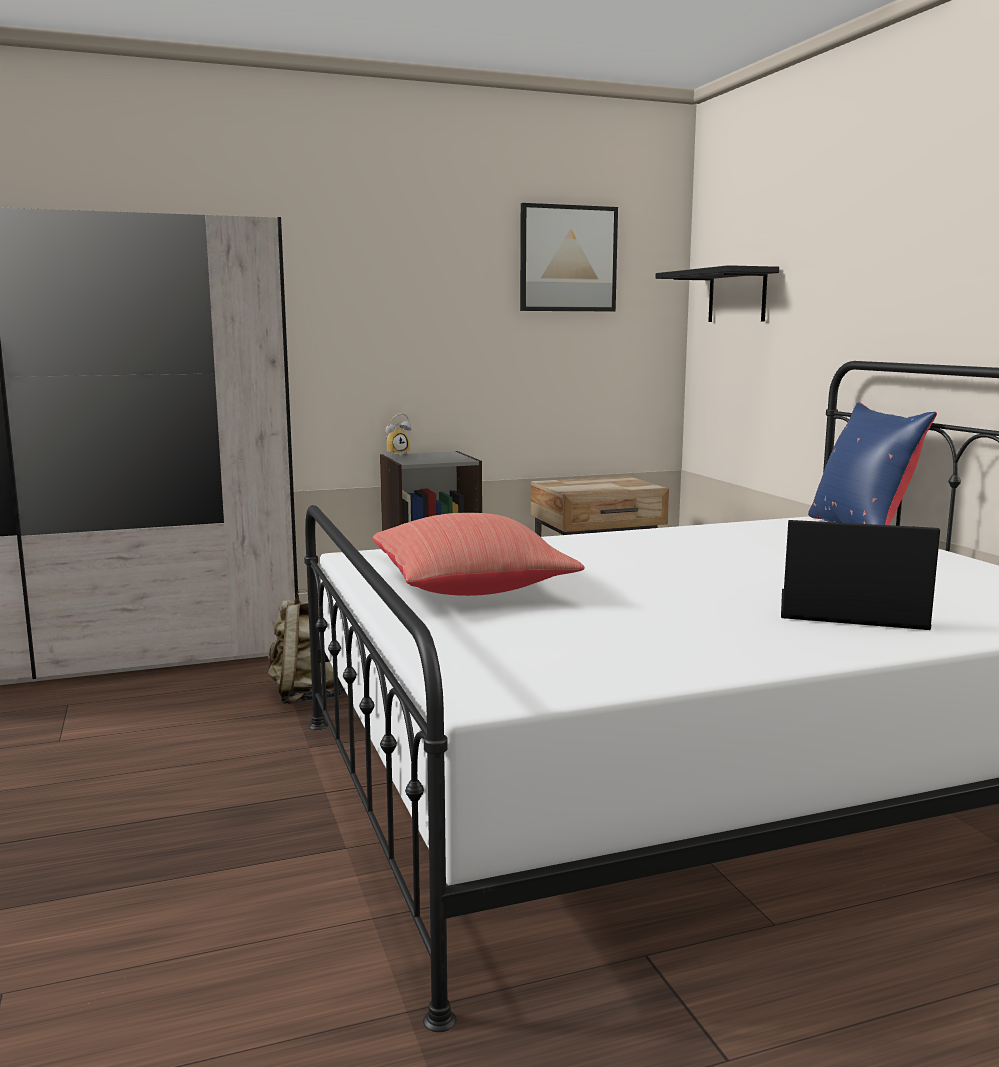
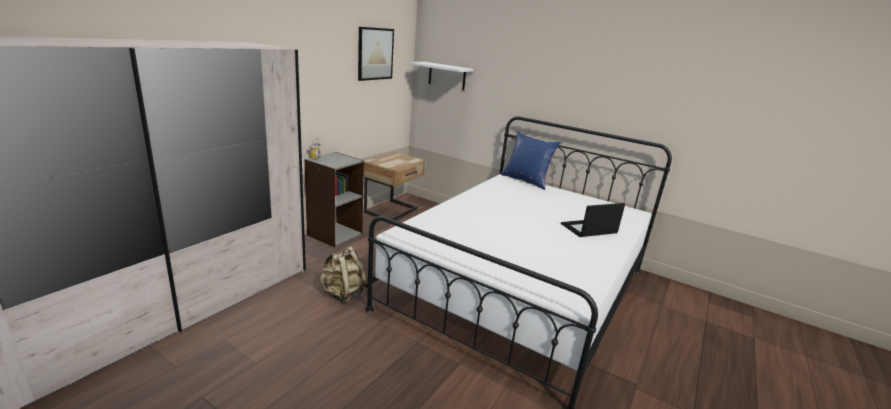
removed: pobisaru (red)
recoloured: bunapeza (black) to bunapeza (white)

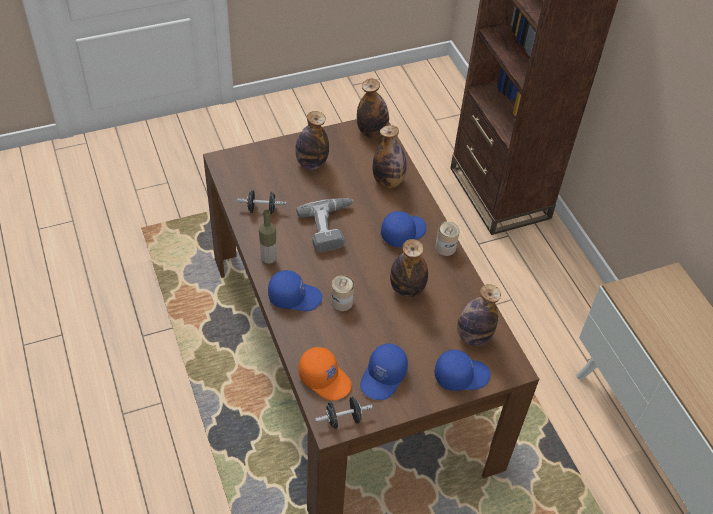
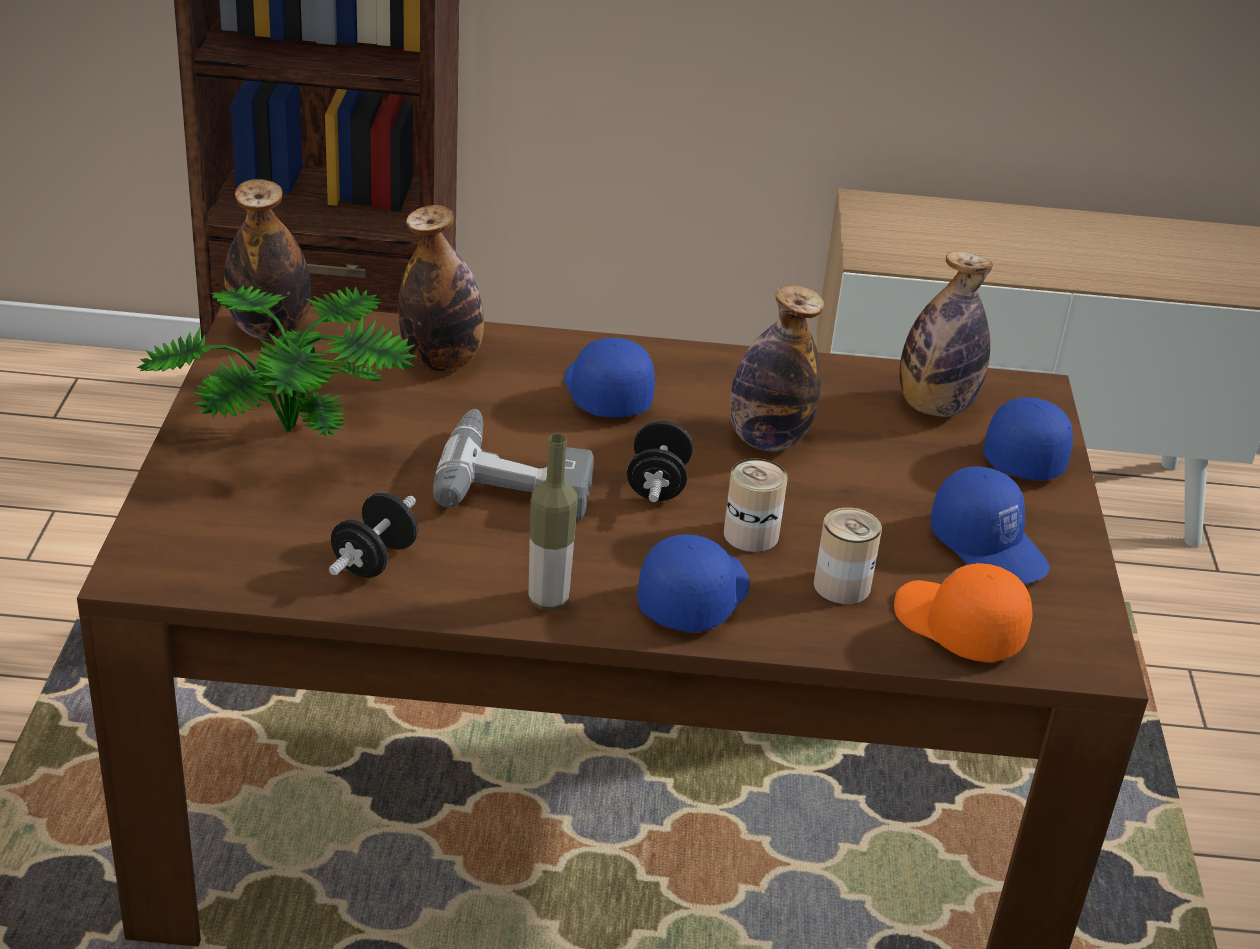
moved: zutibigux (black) (2nd from left); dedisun (2nd from left)
replaced: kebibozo (2nd from left) to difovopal
turned: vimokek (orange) 105 degrees counterclockwise

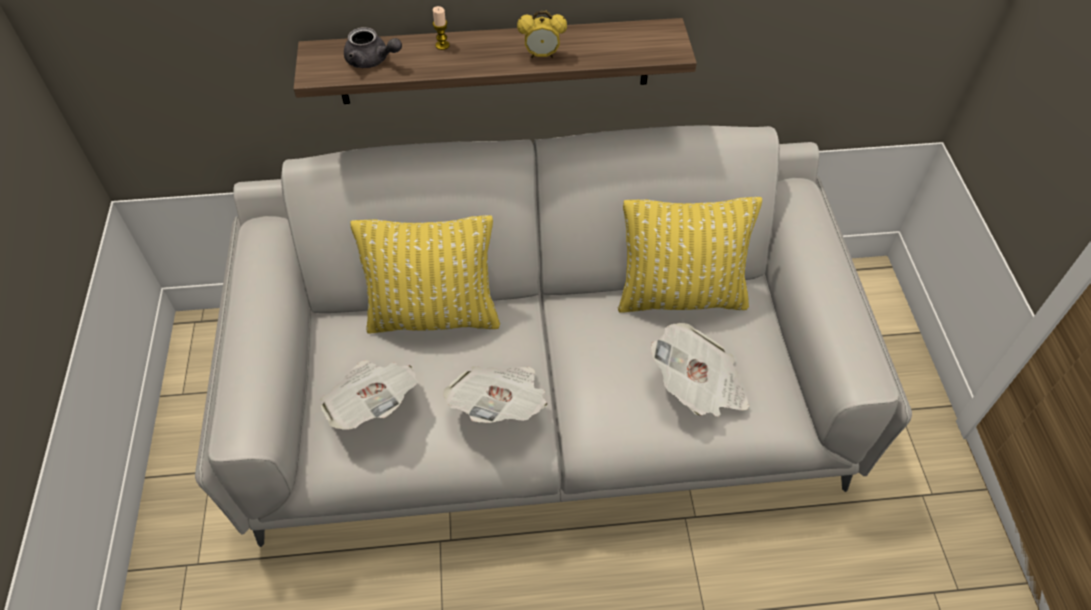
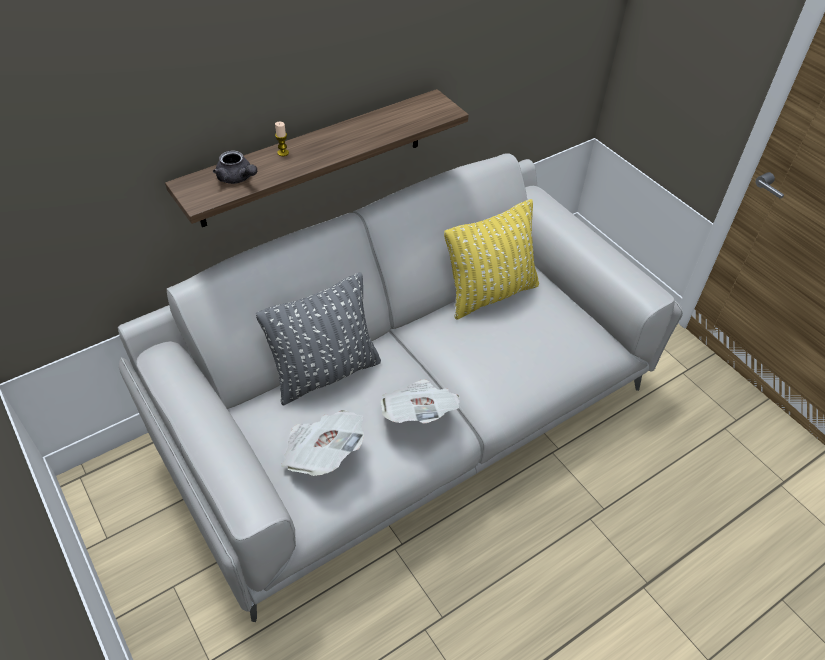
removed: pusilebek; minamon (3rd from left)
recoloured: pobisaru (yellow) (1st from left) to pobisaru (grey)
turned: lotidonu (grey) 45 degrees clockwise

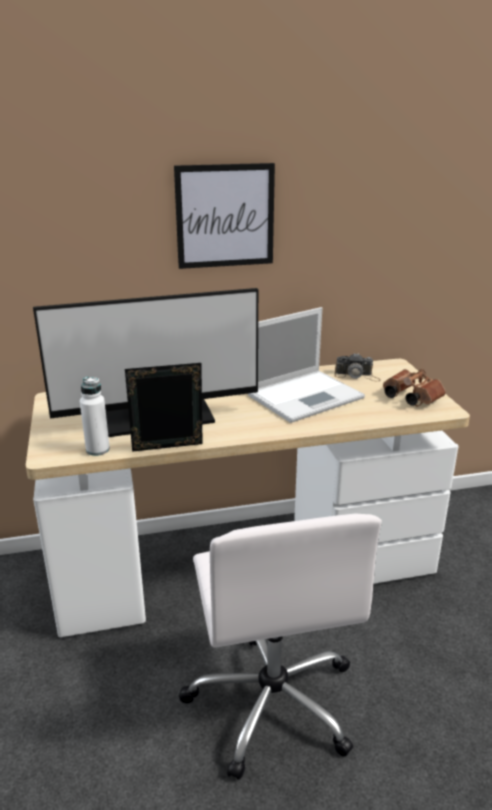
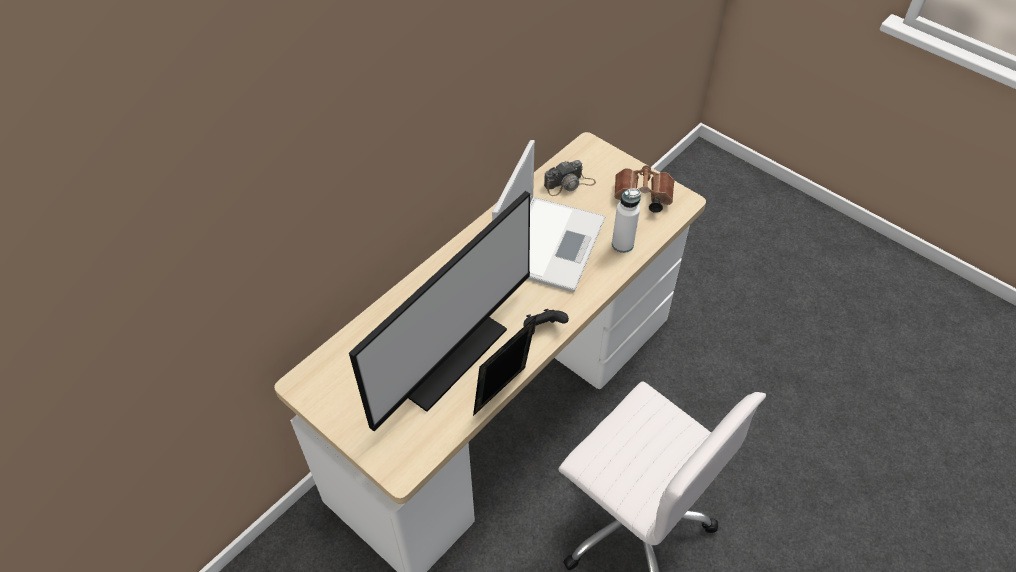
removed: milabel
added: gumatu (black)
moved: kebibozo (white)

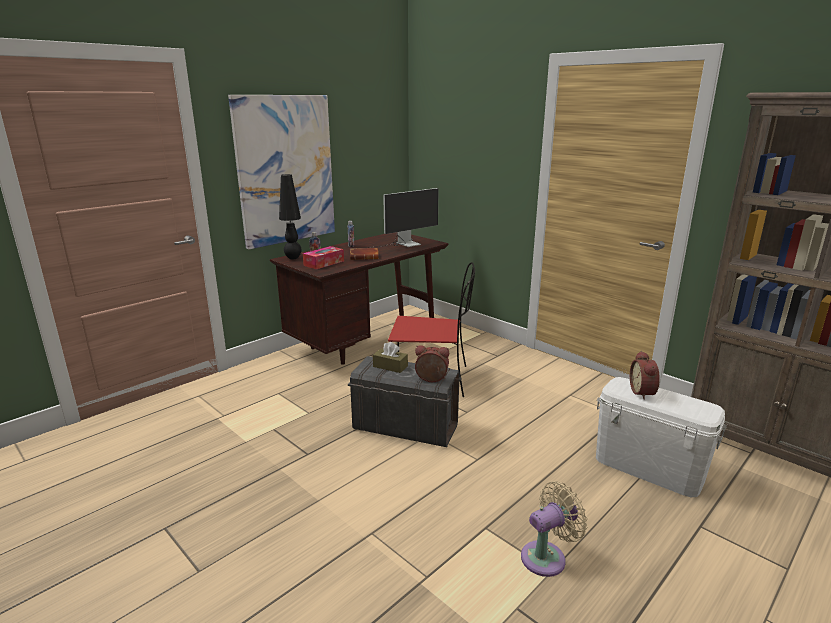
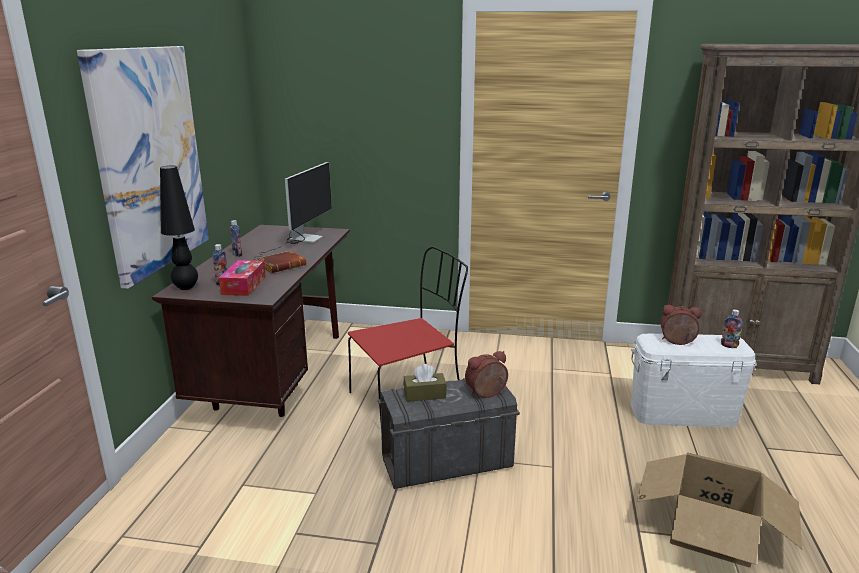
added: kebibozo (3rd from left)
replaced: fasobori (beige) to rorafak
turned: pusilebek (2nd from left) 135 degrees clockwise

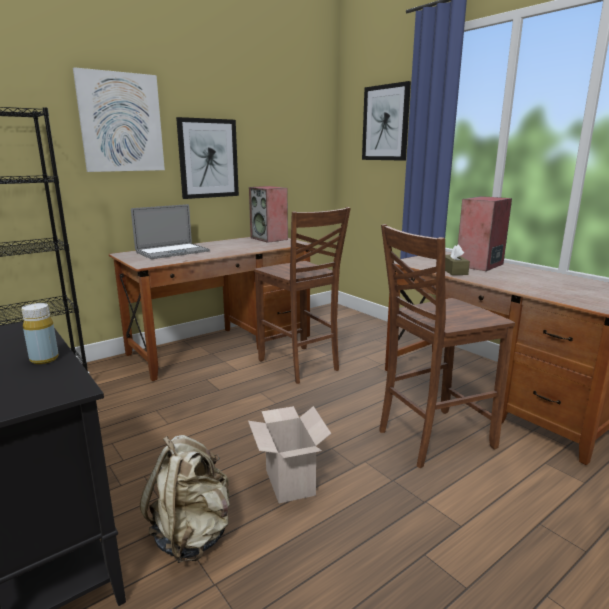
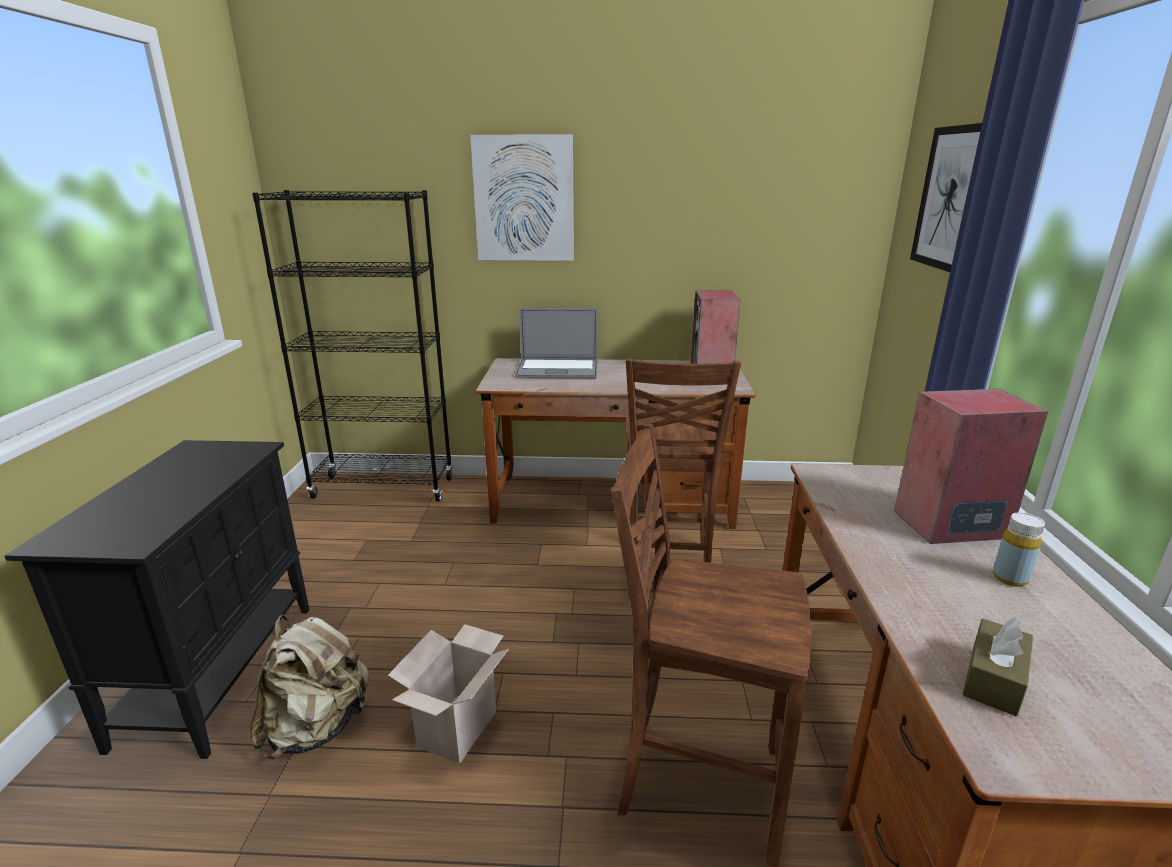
removed: milabel (2nd from left)
moved: kebibozo (yellow); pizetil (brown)

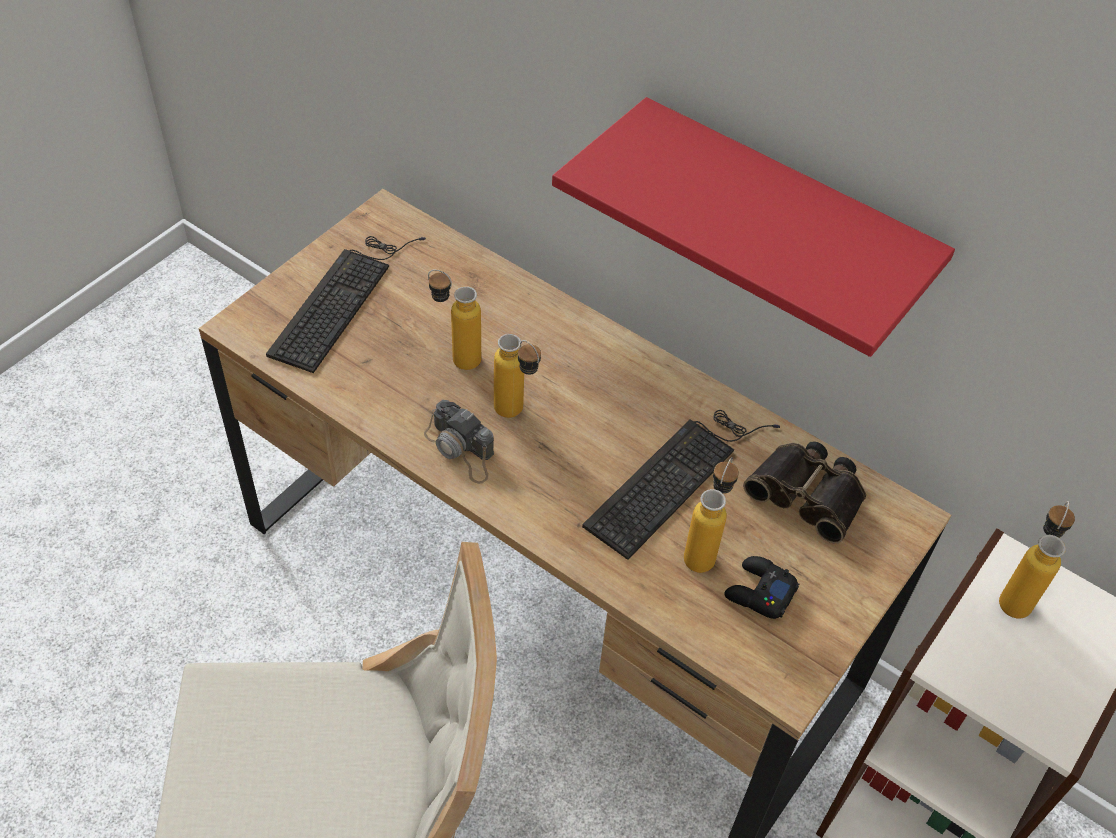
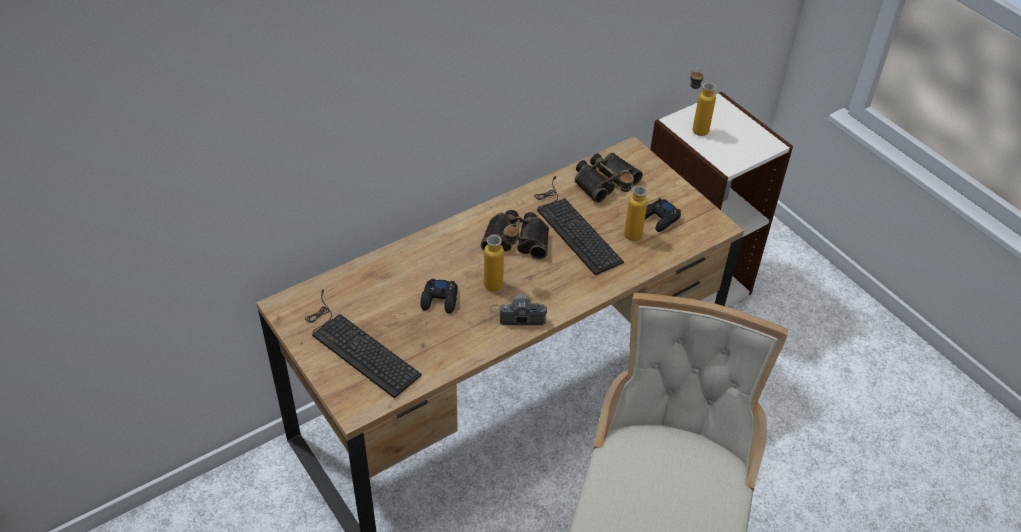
removed: bunapeza (red)
added: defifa (1st from left)
replaced: kebibozo (1st from left) to gumatu (black) (1st from left)
turned: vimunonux 150 degrees counterclockwise

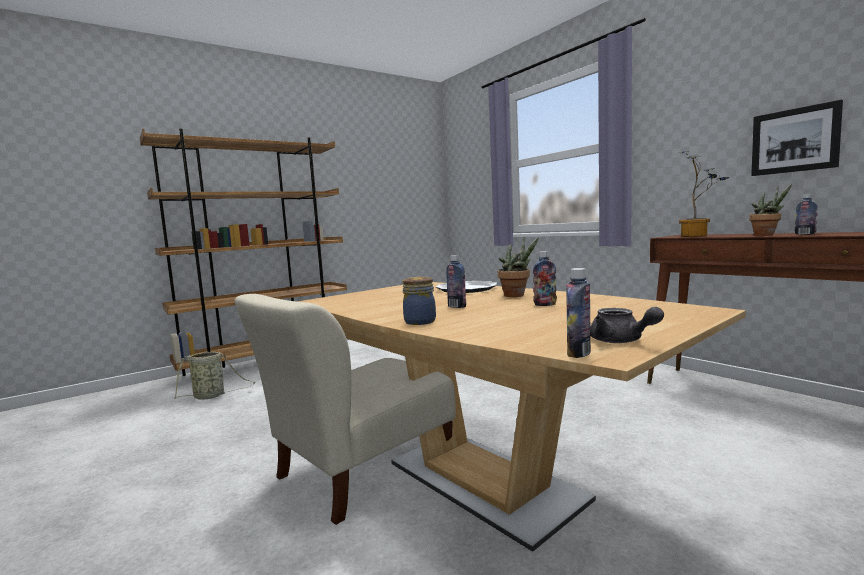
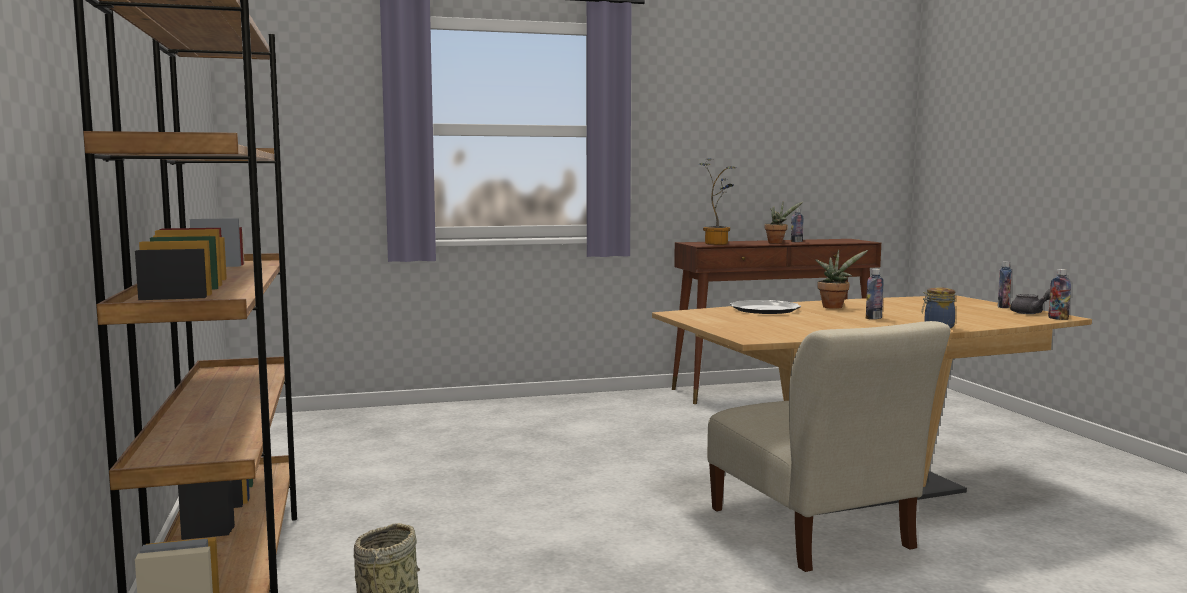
removed: milabel
moved: kebibozo (2nd from left in the first image) to kebibozo (3rd from left)

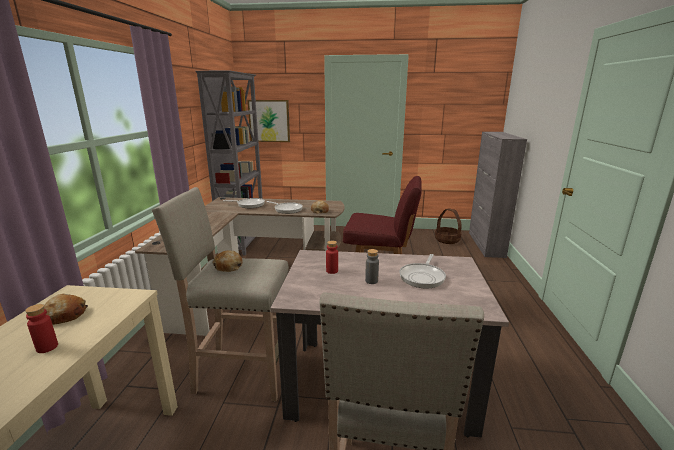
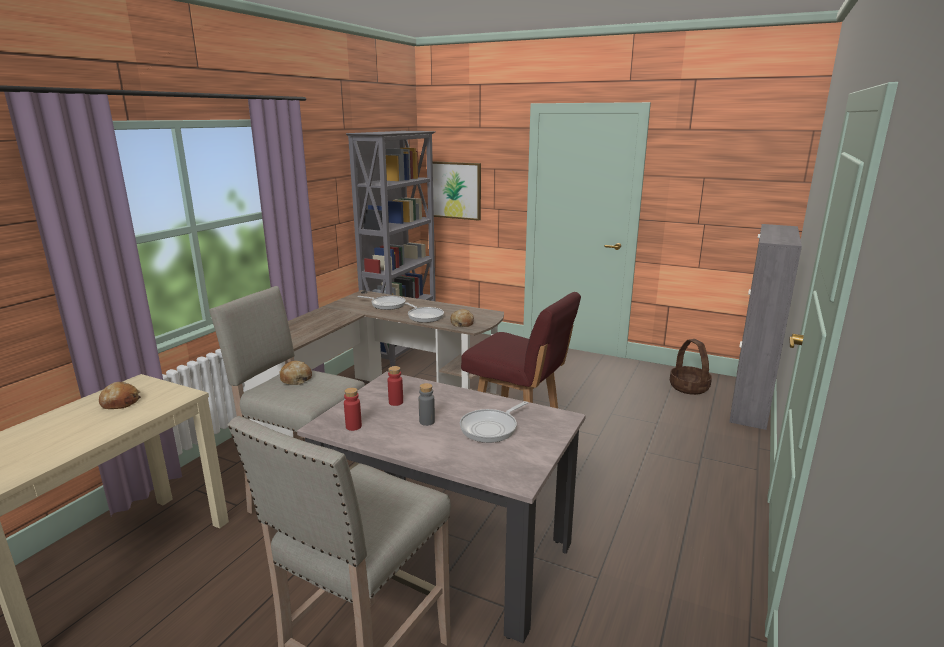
moved: kebibozo (red) (1st from left)

